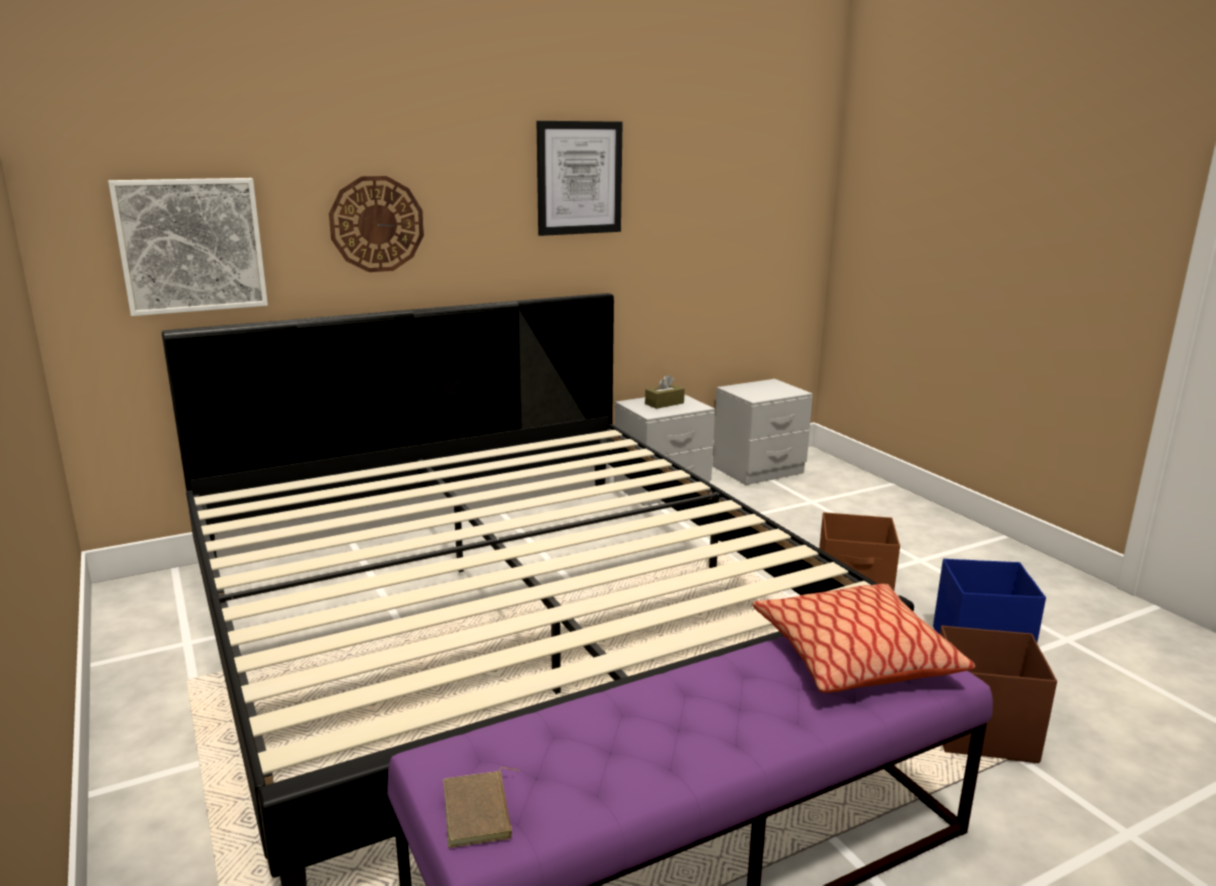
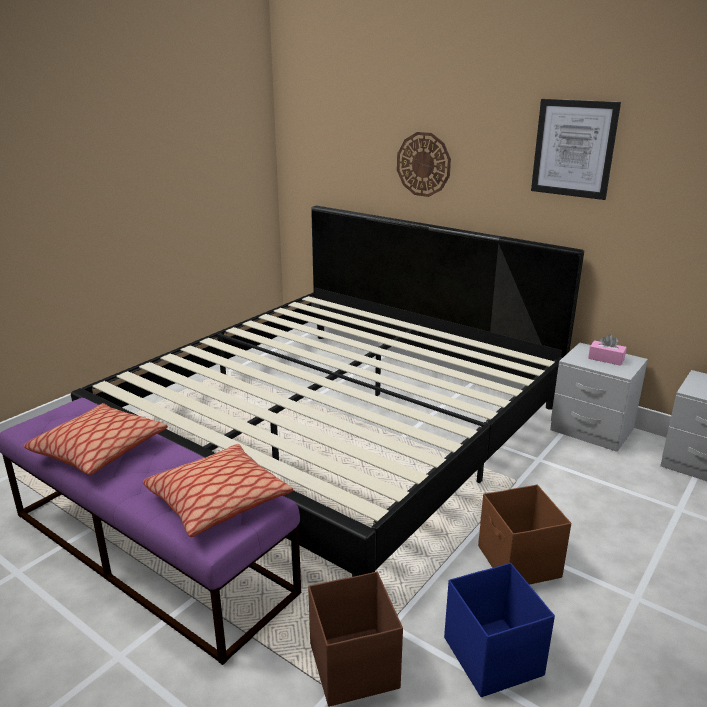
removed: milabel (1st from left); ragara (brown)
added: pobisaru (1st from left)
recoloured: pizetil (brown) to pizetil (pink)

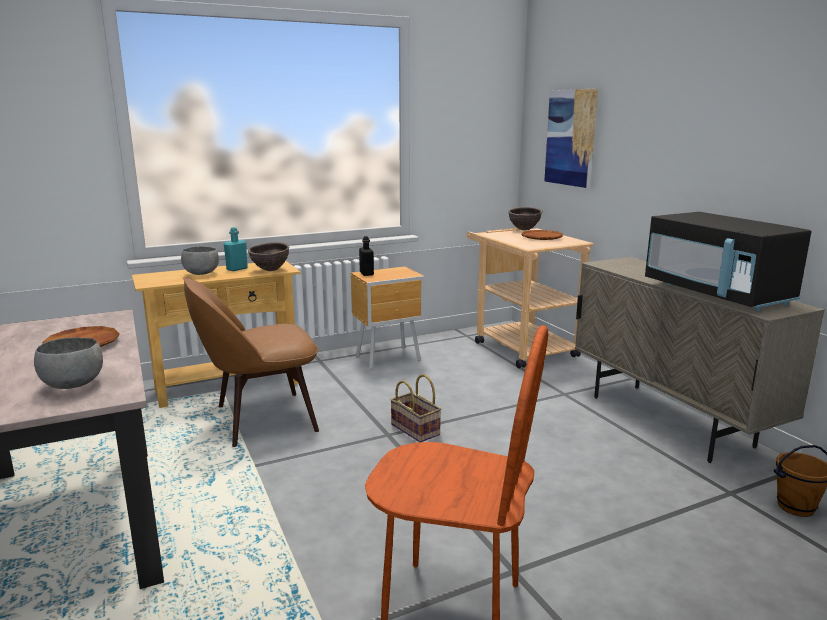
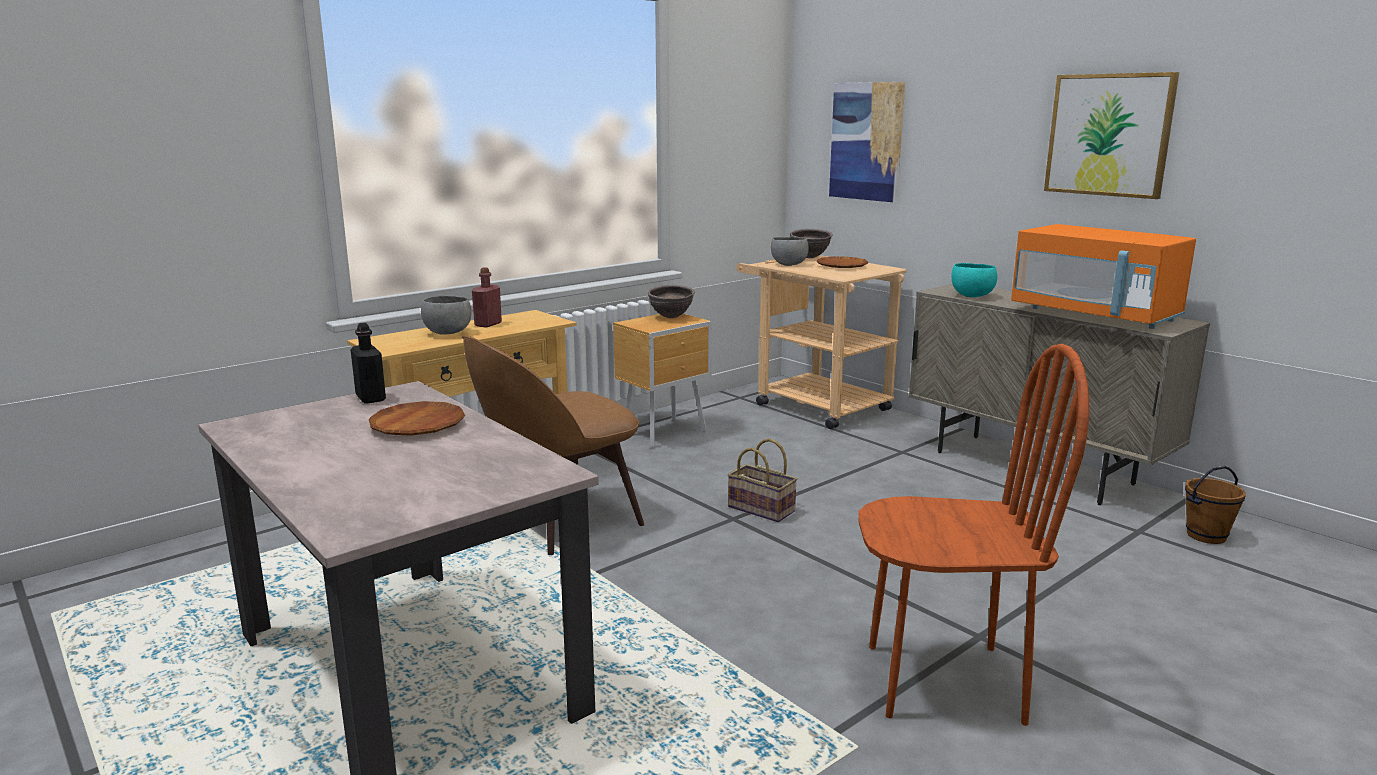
added: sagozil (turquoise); milabel (2nd from left)
moved: sagozil (grey) (1st from left in the first image) to sagozil (grey) (2nd from left); sagozil (brown) (1st from left); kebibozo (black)
recoloured: kebibozo (turquoise) to kebibozo (red); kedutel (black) to kedutel (orange)

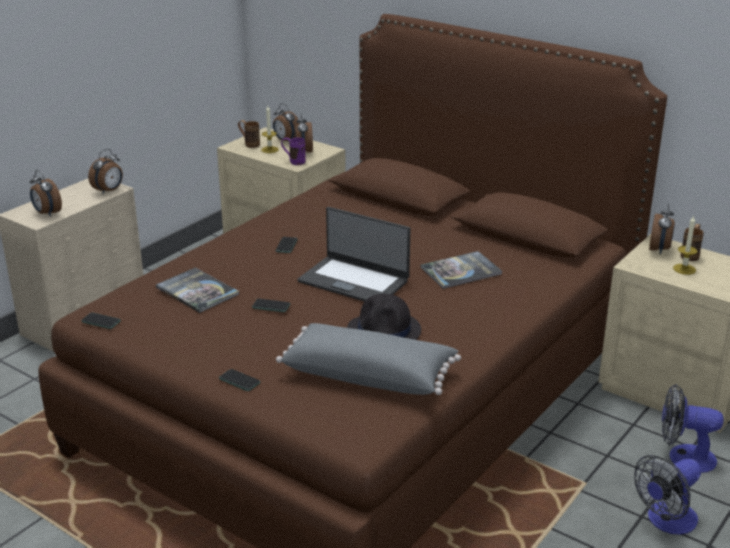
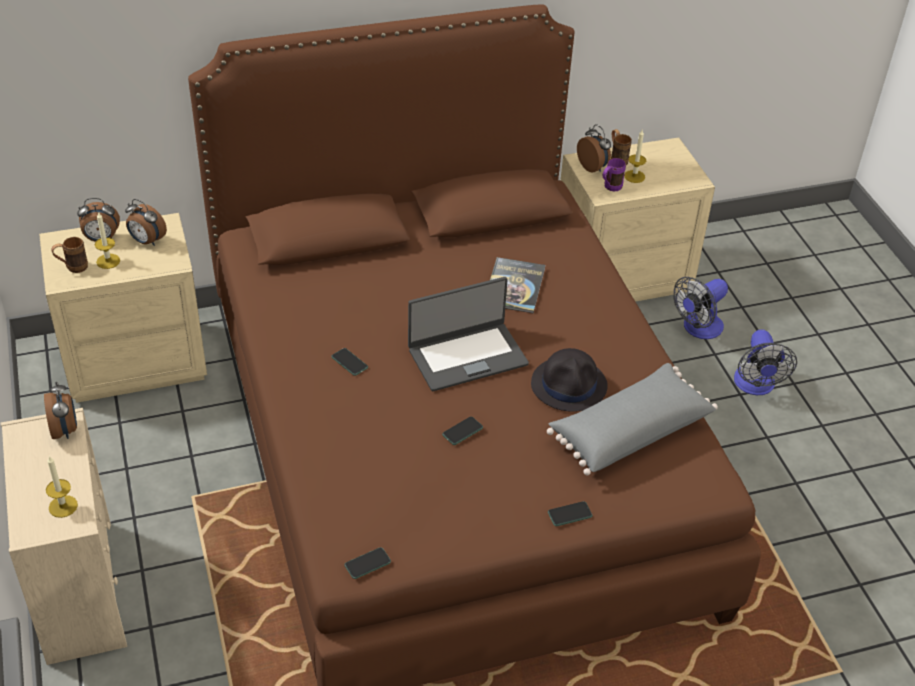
removed: ragara (1st from left)
moved: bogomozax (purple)
replaced: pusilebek (1st from left) to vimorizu (1st from left)

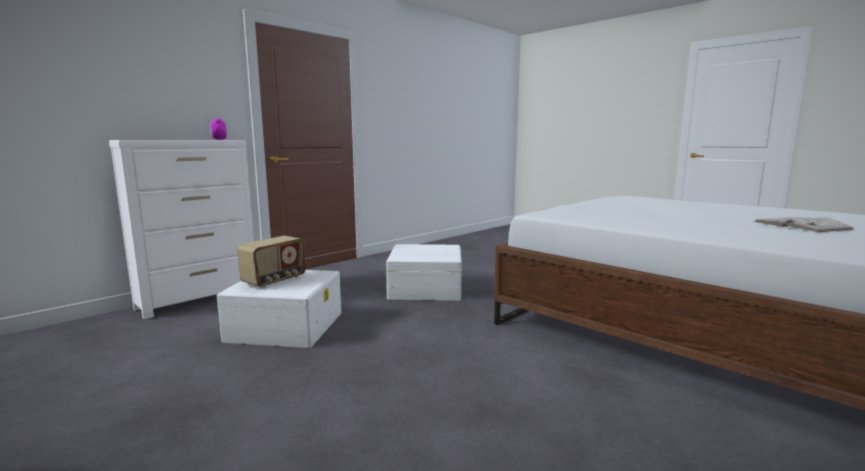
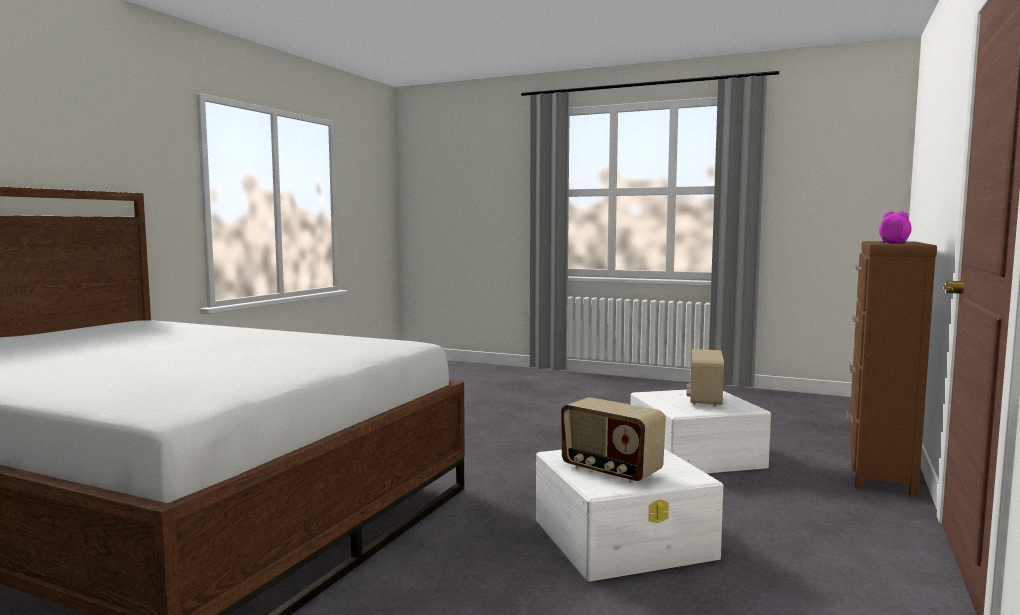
removed: ragara (white)
added: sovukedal (1st from left)
recoloured: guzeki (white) to guzeki (brown)

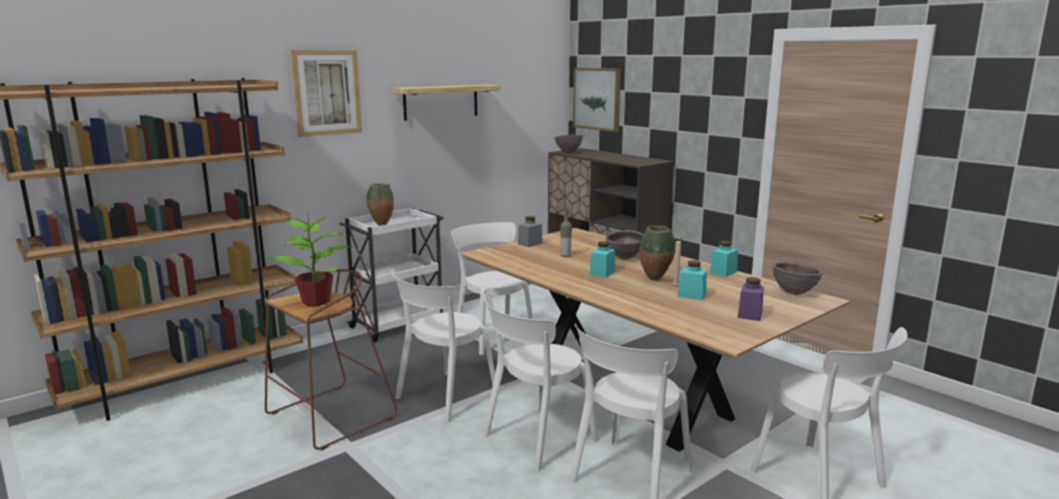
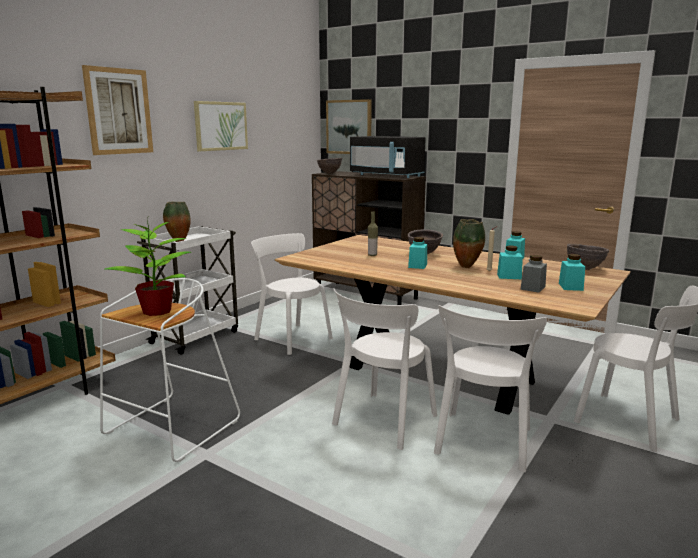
removed: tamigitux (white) (1st from left)
added: kedutel (black)
moved: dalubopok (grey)
replaced: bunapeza to milabel (2nd from left)
recoloured: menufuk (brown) to menufuk (white); dalubopok (purple) to dalubopok (turquoise) (4th from left)

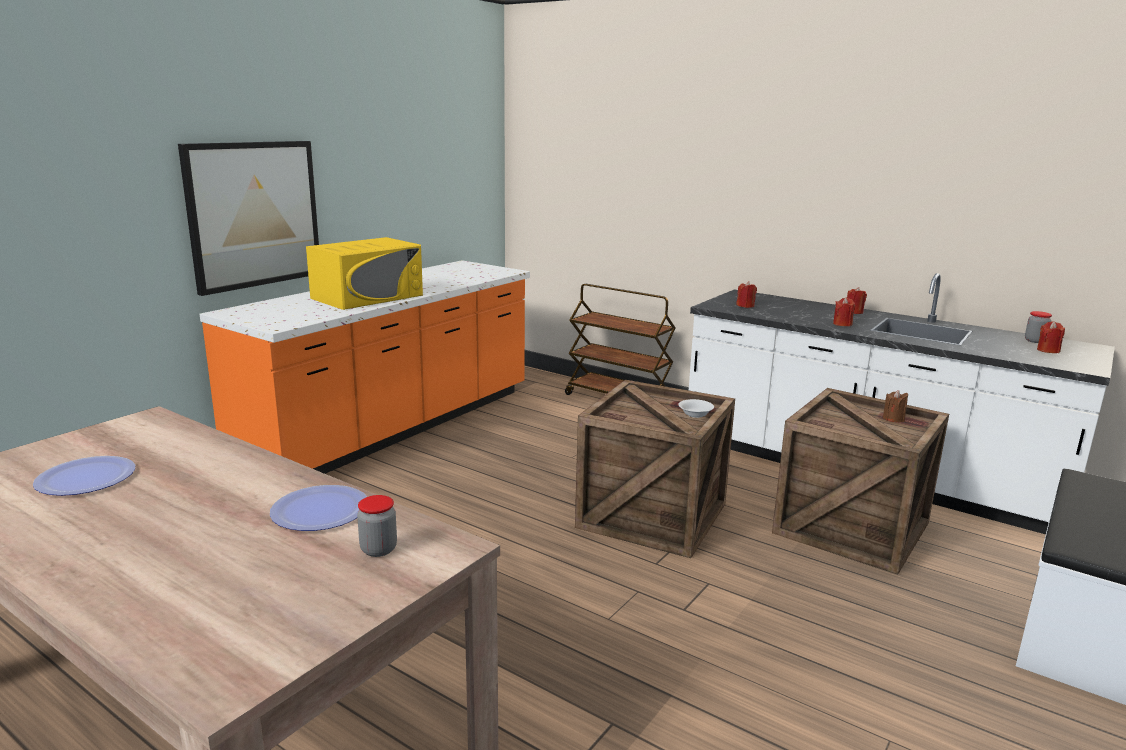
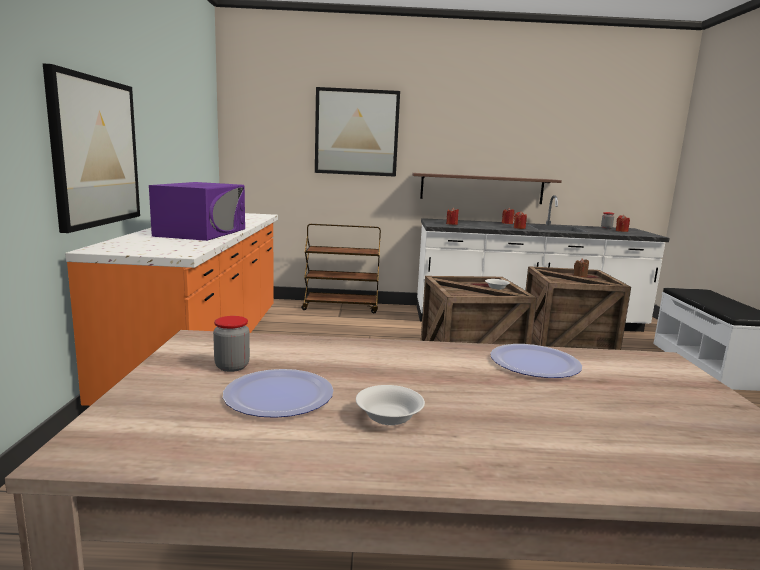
added: milabel (2nd from left); sagozil (white) (1st from left); bunapeza
moved: dalubopok (1st from left)
recoloured: kedutel (yellow) to kedutel (purple)

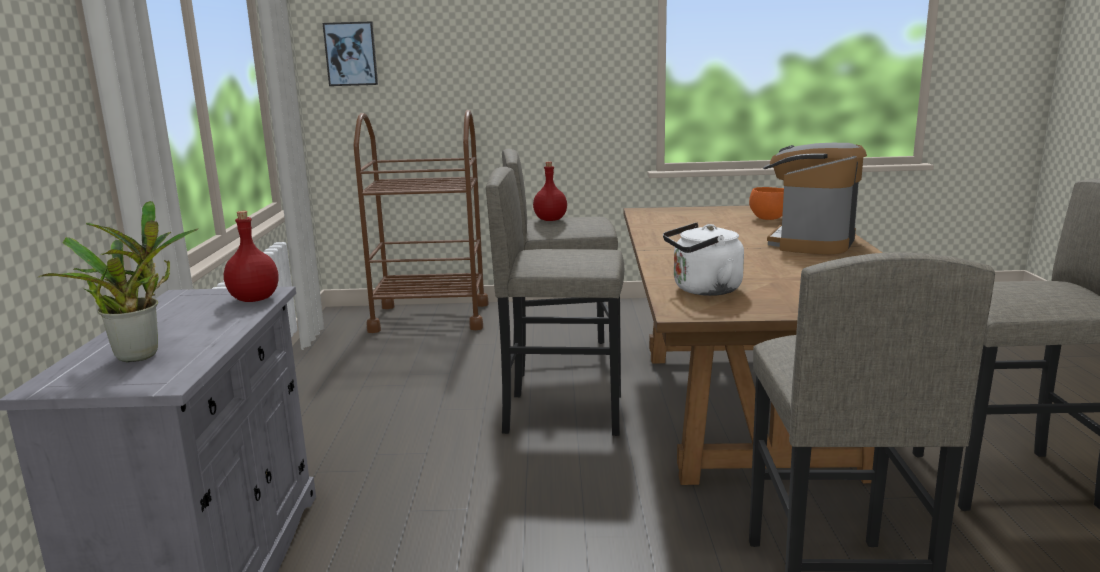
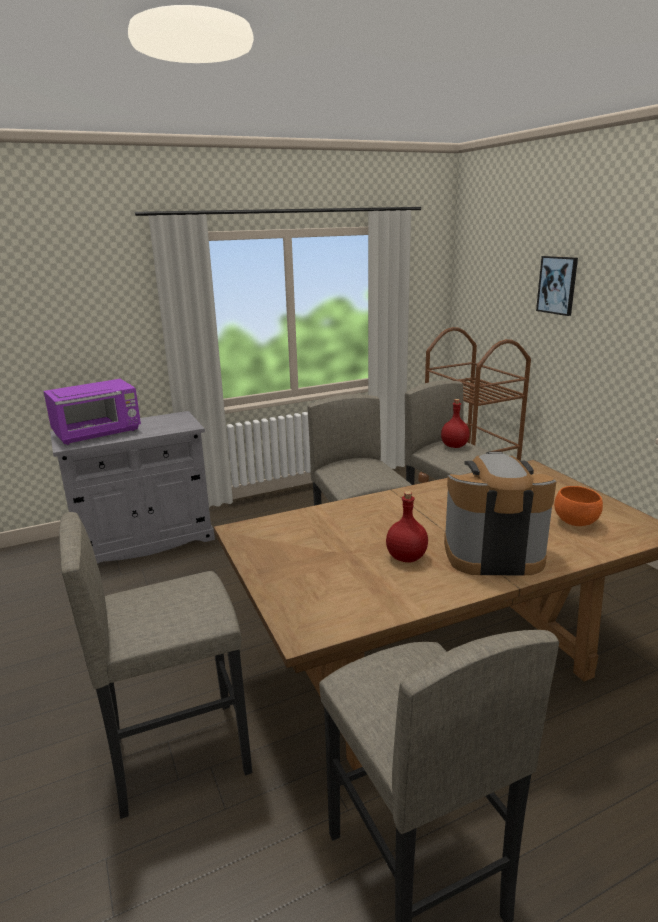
removed: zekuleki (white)
moved: kebibozo (red) (1st from left); milabel
replaced: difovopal to kedutel (purple)

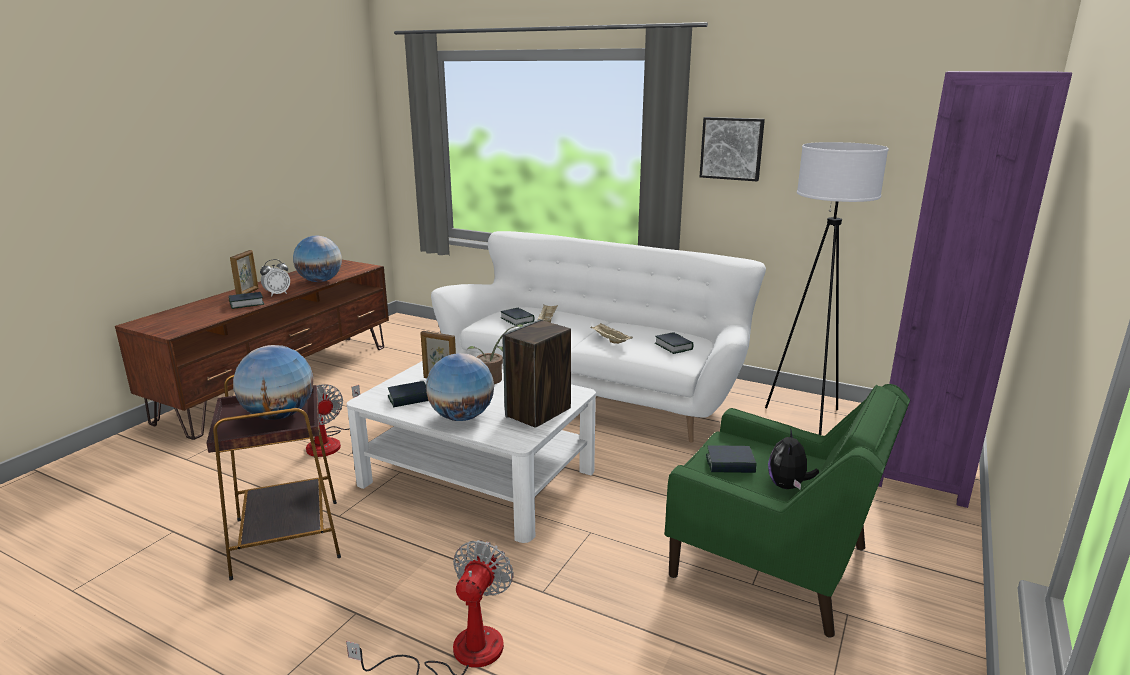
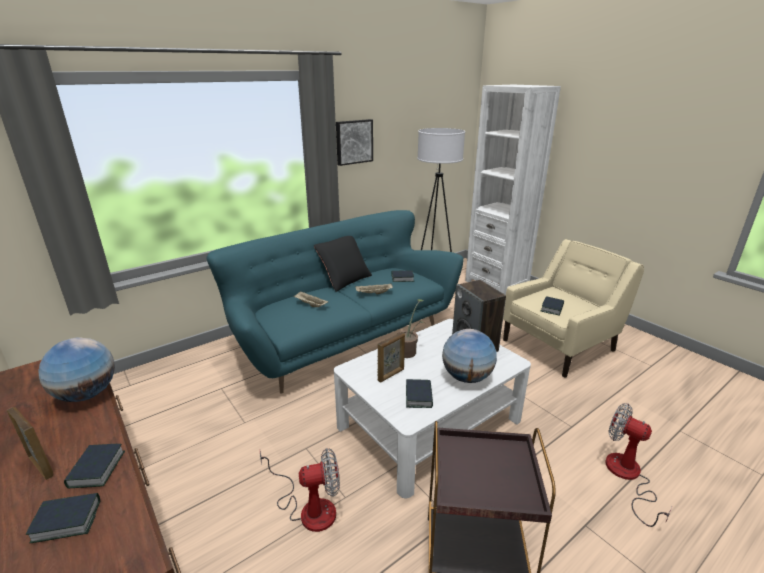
removed: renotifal (1st from left); pusilebek; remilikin
added: pobisaru (black)
moved: ragara (3rd from left in the first image) to ragara (1st from left)
recoloured: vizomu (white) to vizomu (turquoise); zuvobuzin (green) to zuvobuzin (beige); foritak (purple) to foritak (white)

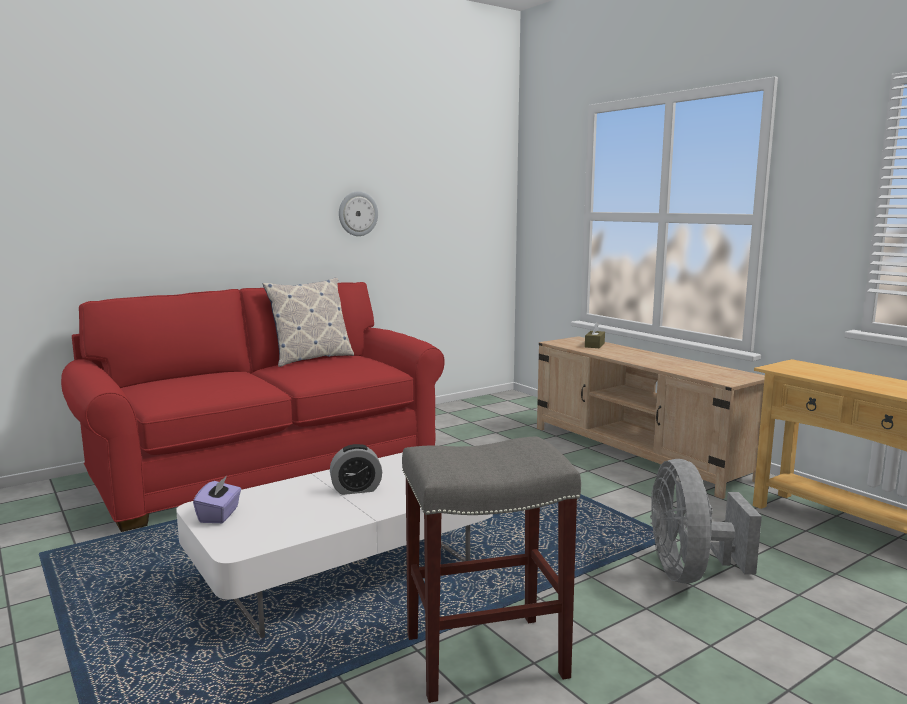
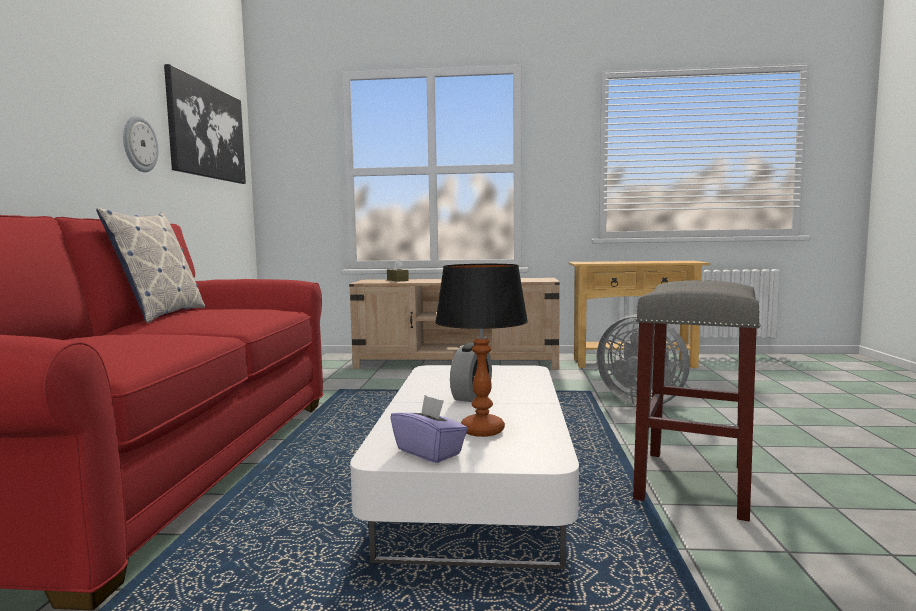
added: milabel; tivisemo

